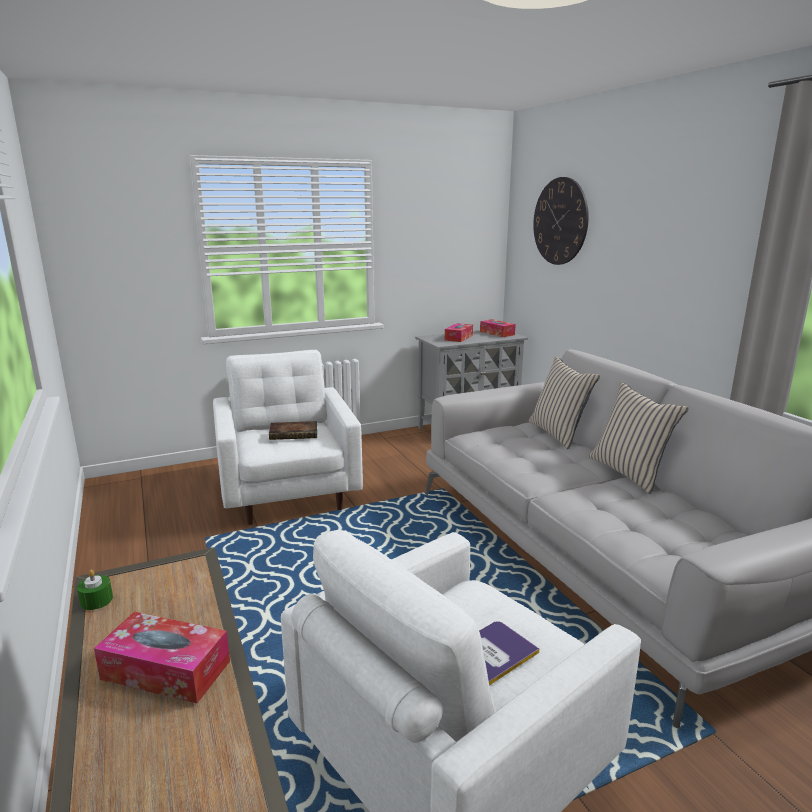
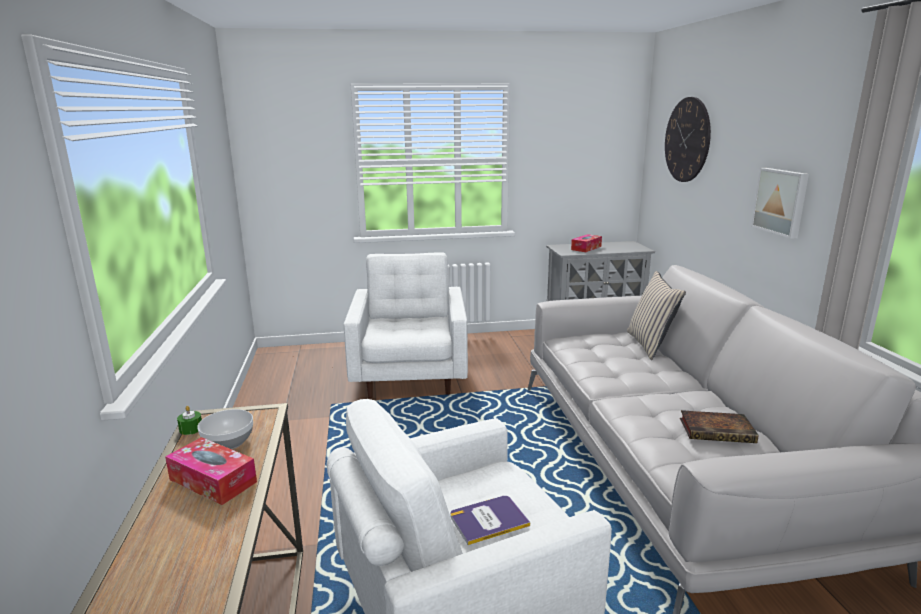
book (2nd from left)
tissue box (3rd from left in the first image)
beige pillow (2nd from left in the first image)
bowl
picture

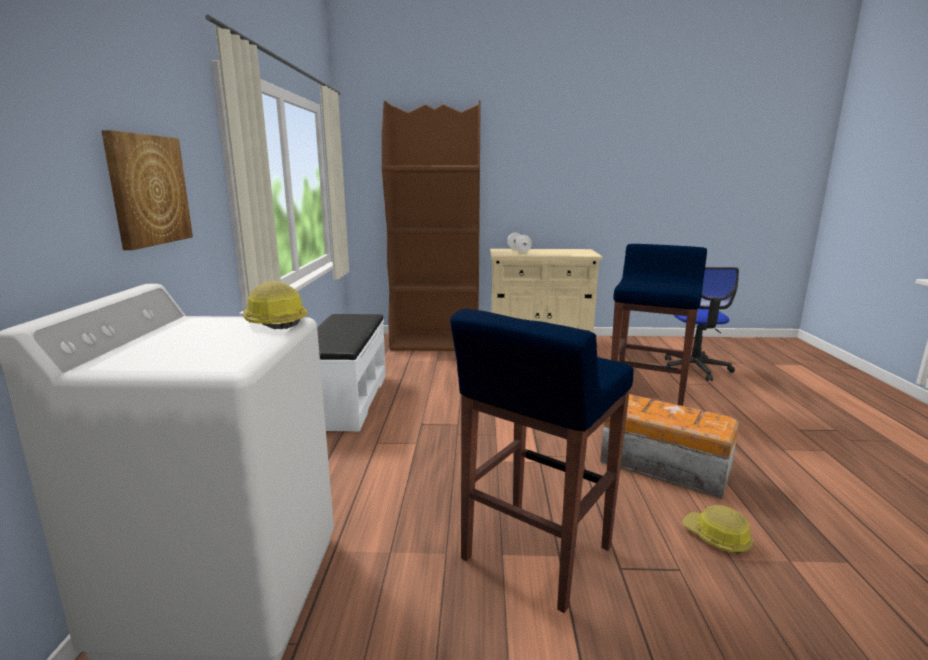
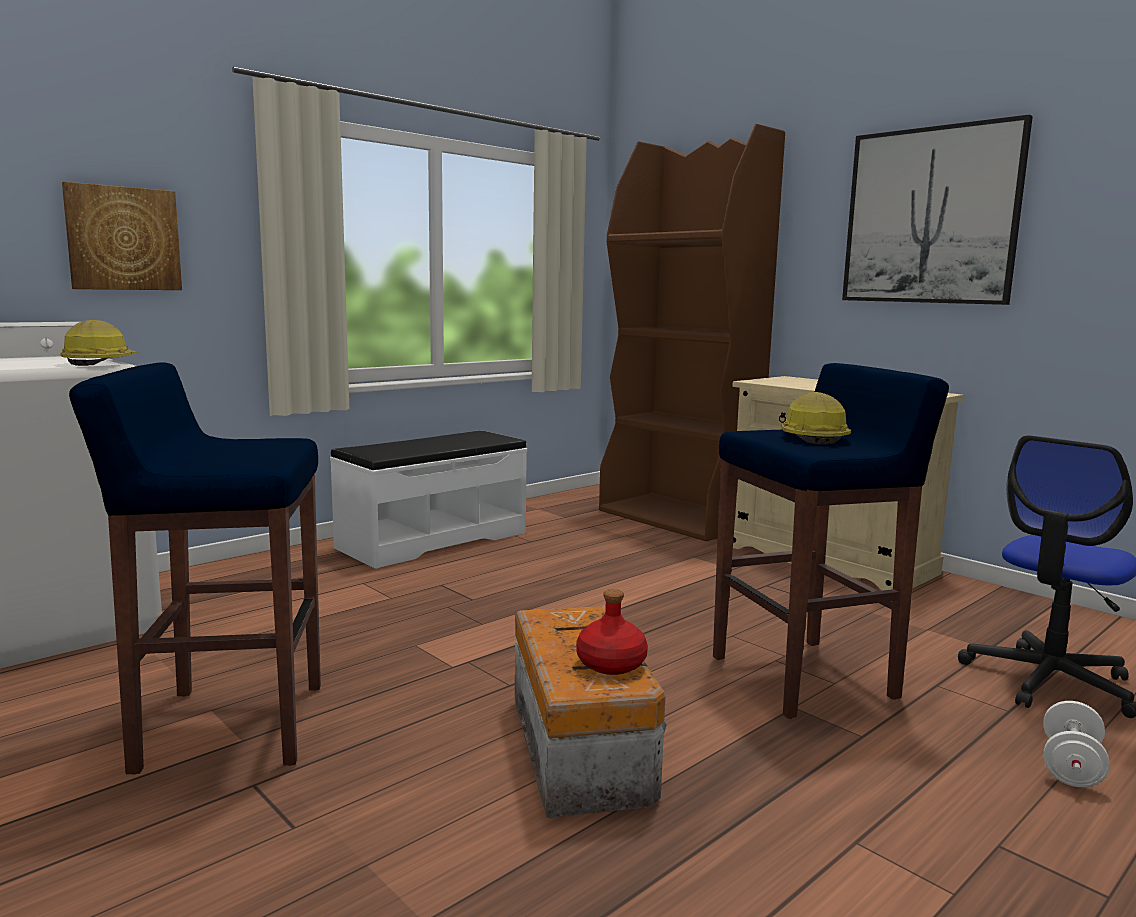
white dumbbell
hard hat (2nd from left)
red bottle
picture (2nd from left)

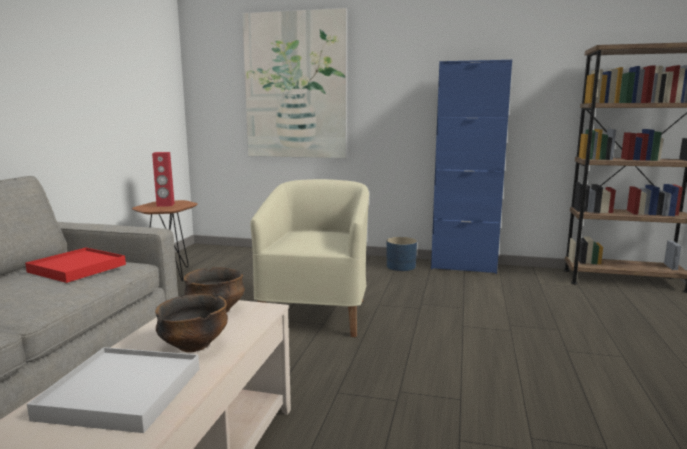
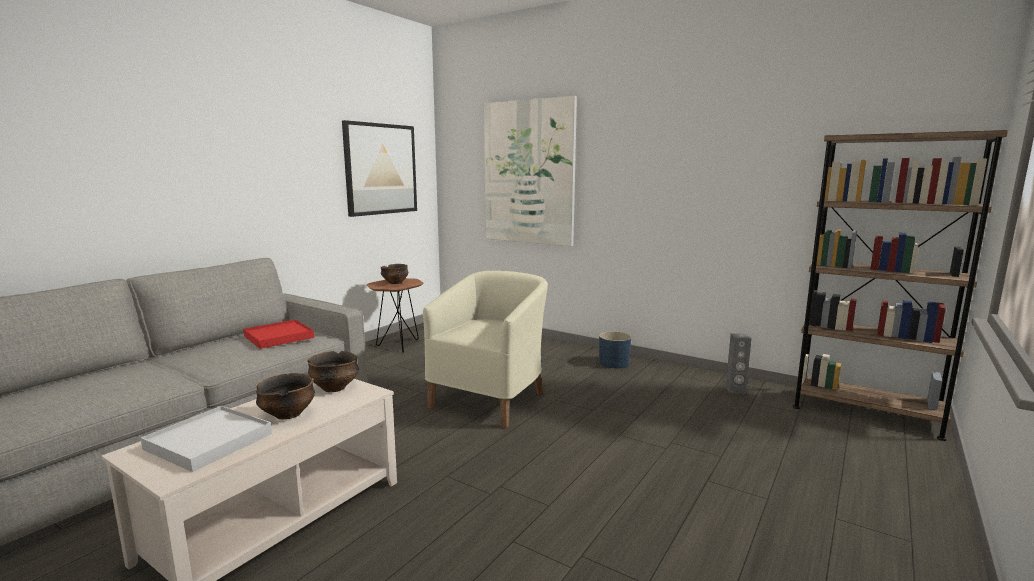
bowl (3rd from left)
blue cabinet
picture (1st from left)
grey speaker

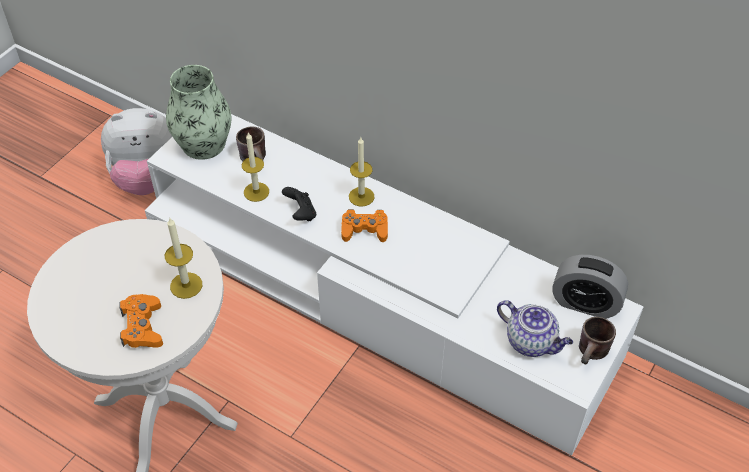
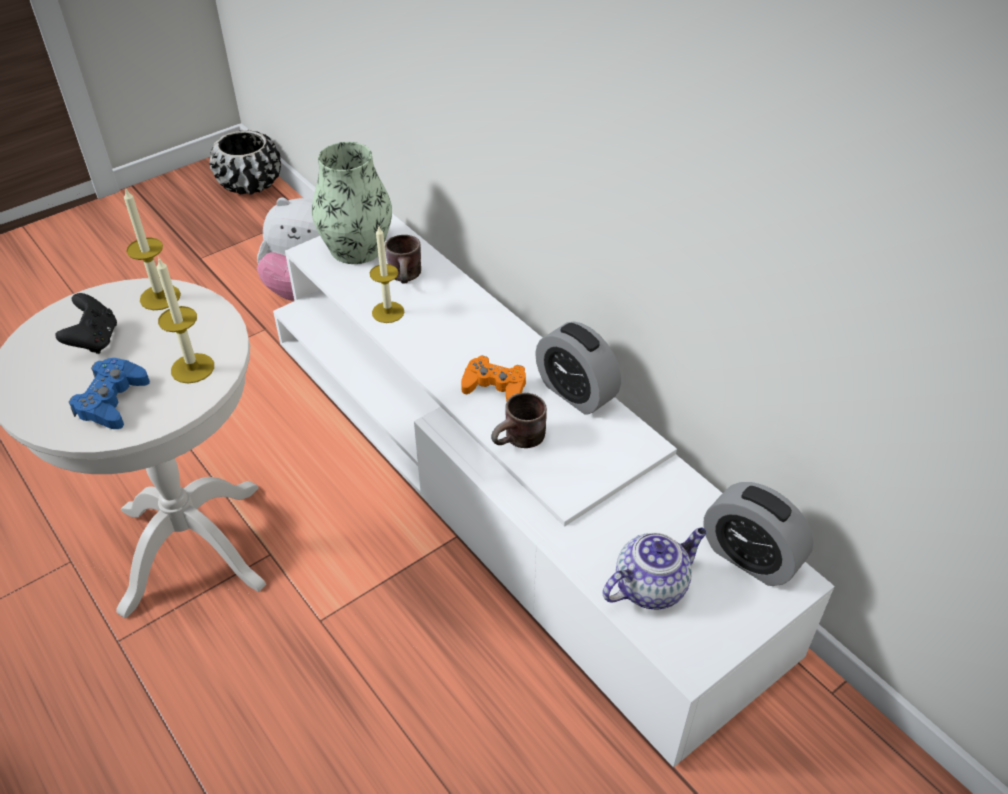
blue game controller
black game controller
candle (1st from left)
teapot
brown mug (2nd from left)
black planter
alarm clock (1st from left)

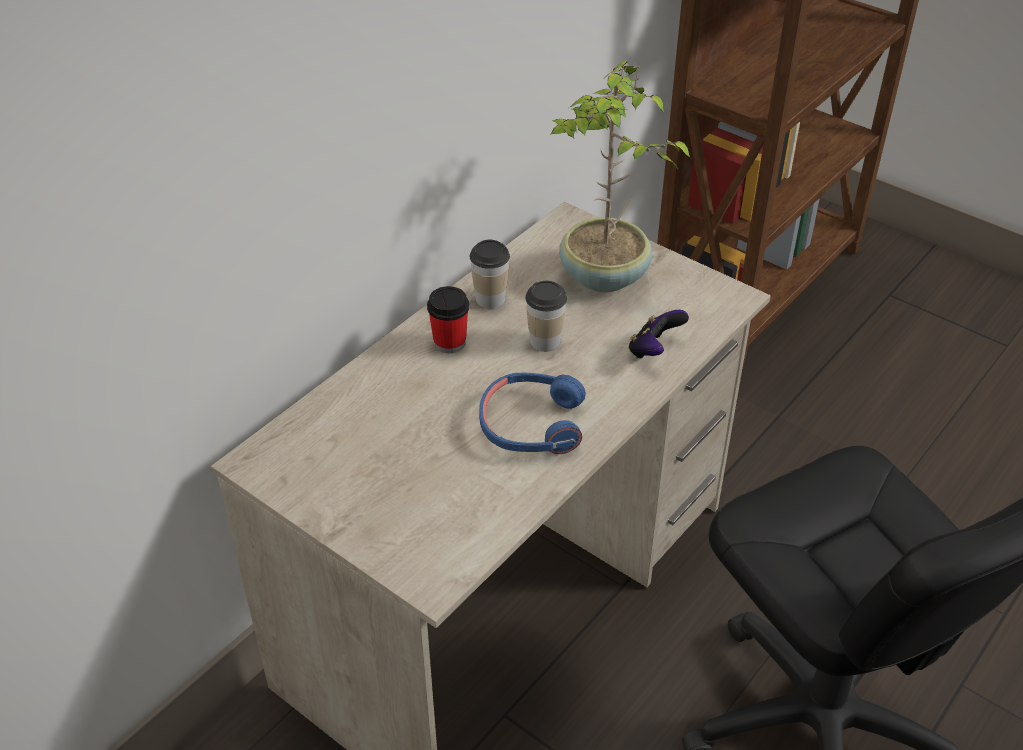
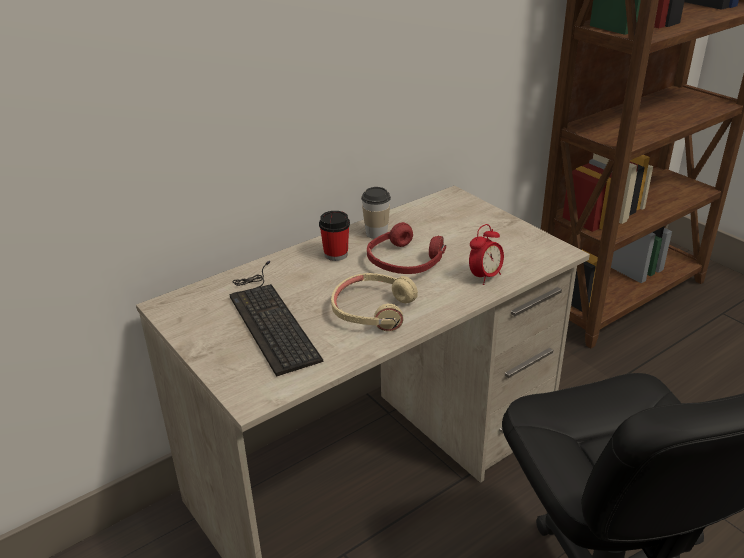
beige headphones
red headphones
potted plant
alarm clock
keyboard

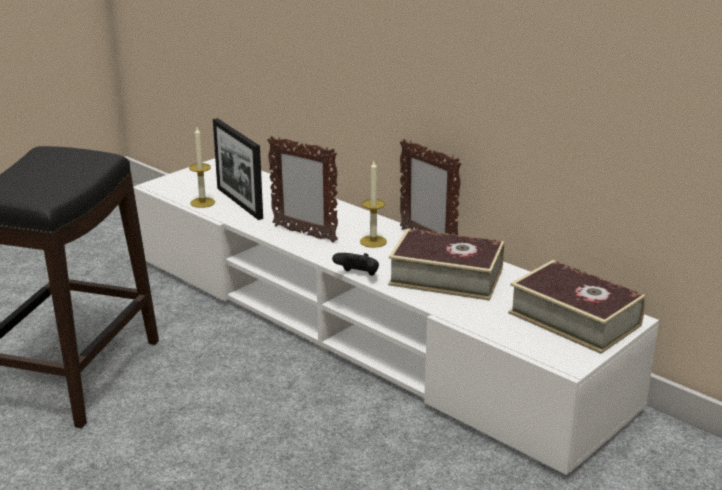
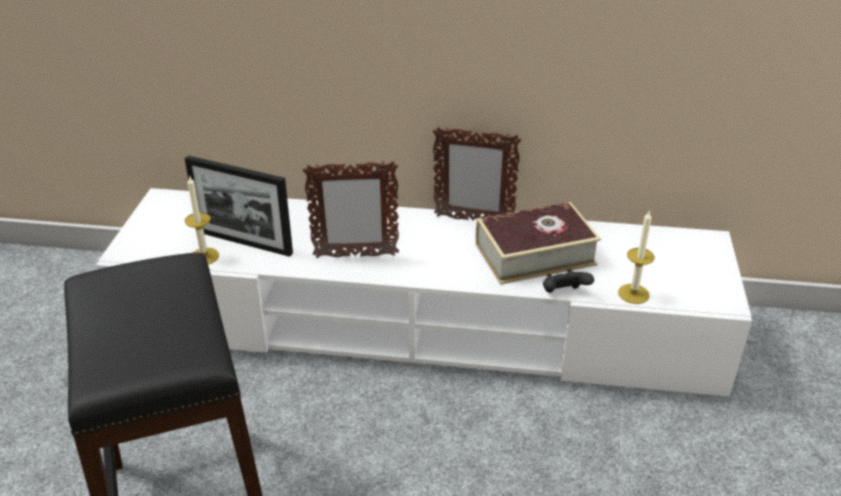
black game controller
candle (2nd from left)
book (2nd from left in the first image)

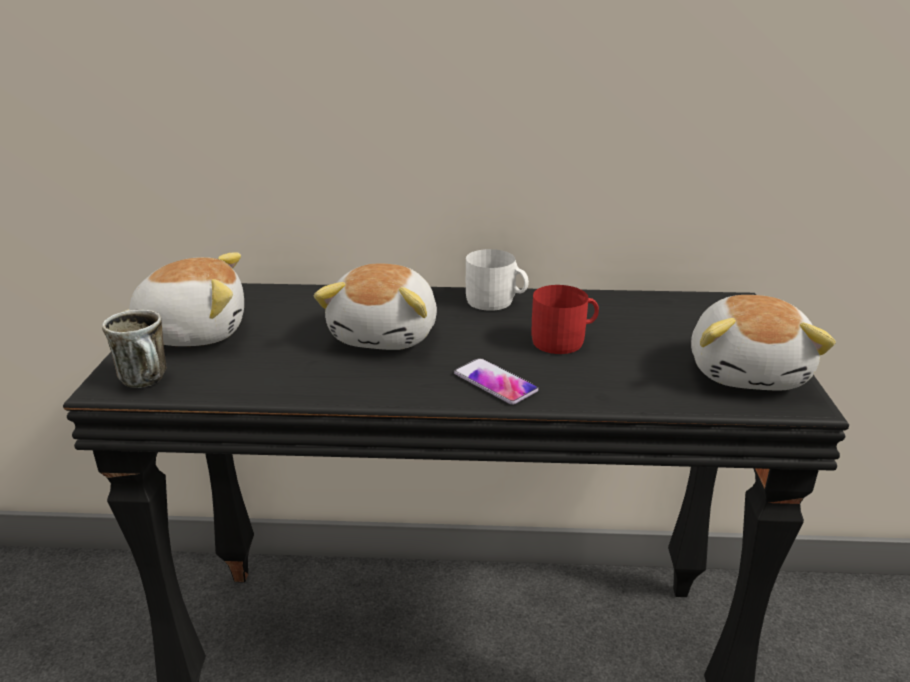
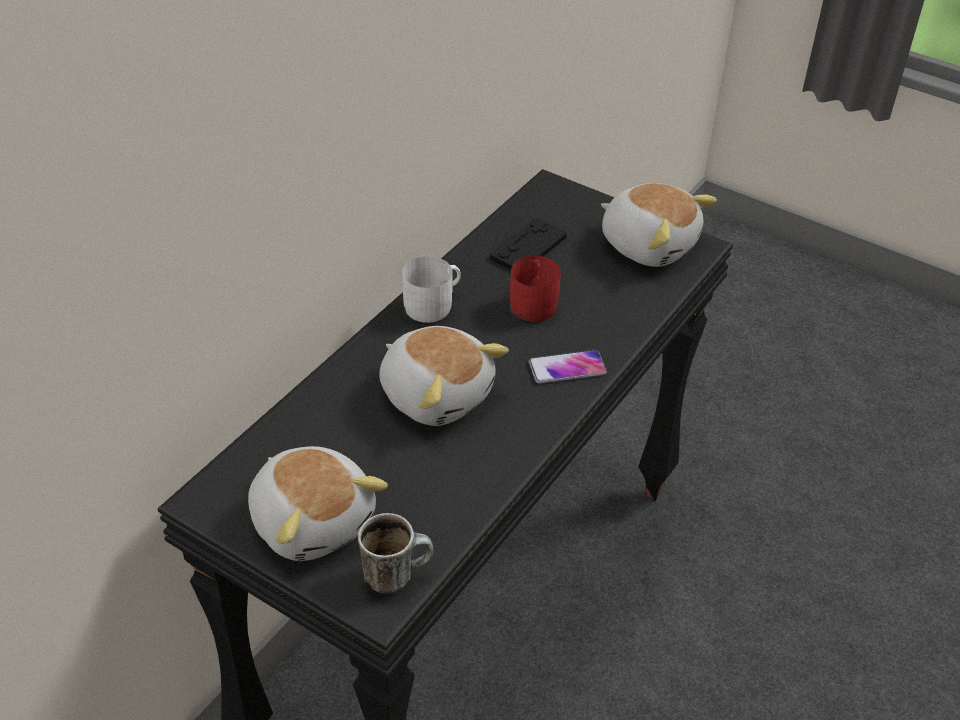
plush toy (1st from left)
black game controller

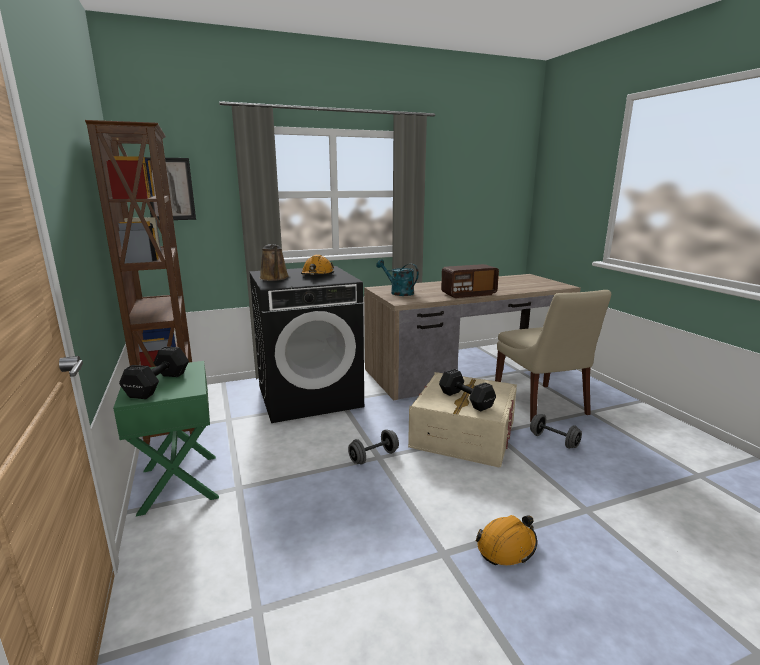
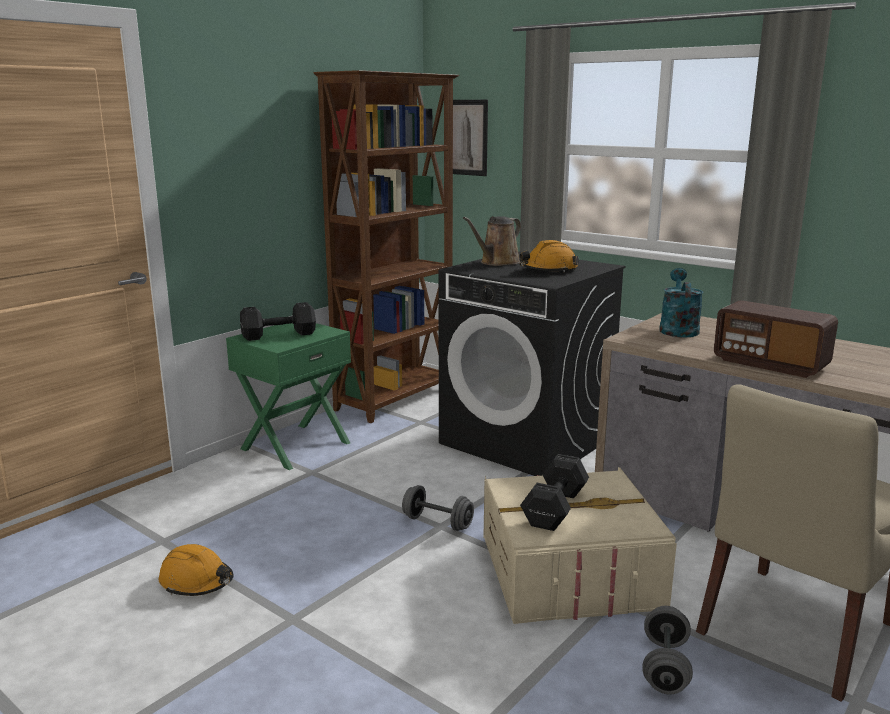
orange hard hat (1st from left)

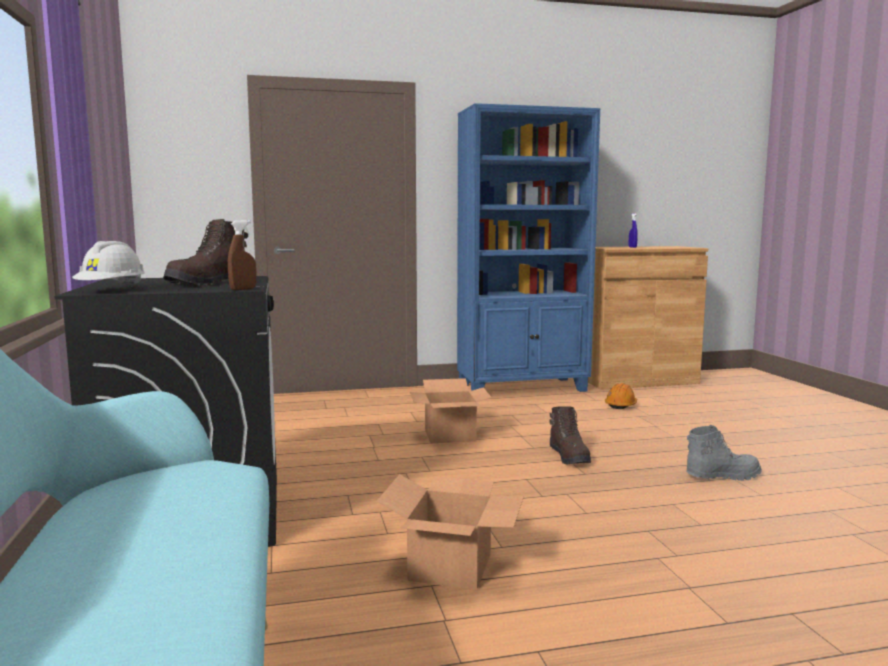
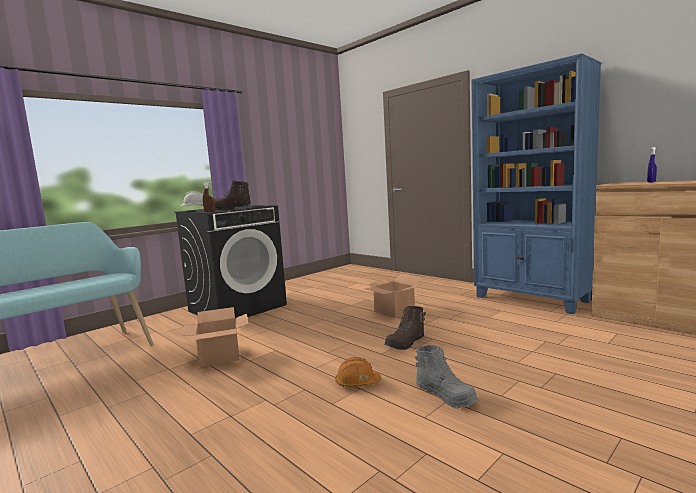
orange hard hat

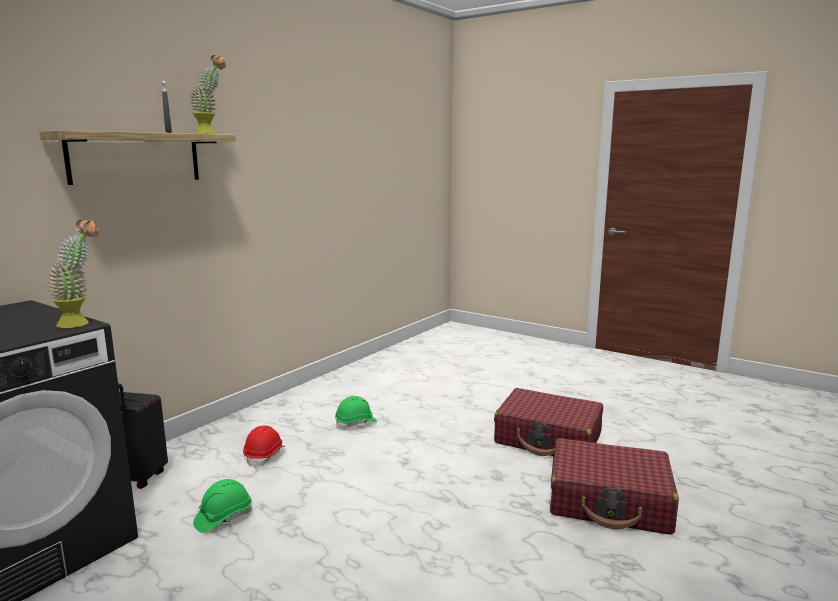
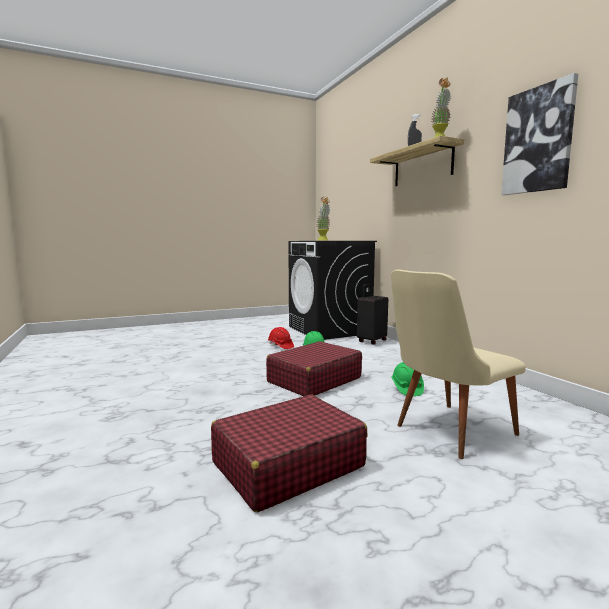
red hard hat
red suitcase (2nd from left)
beige chair
picture

